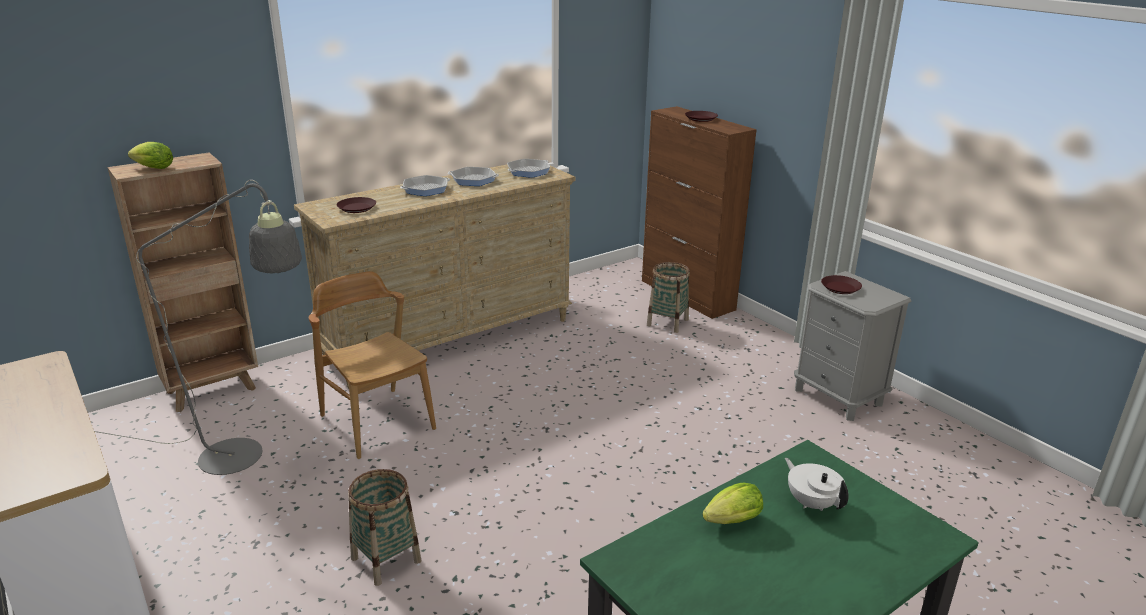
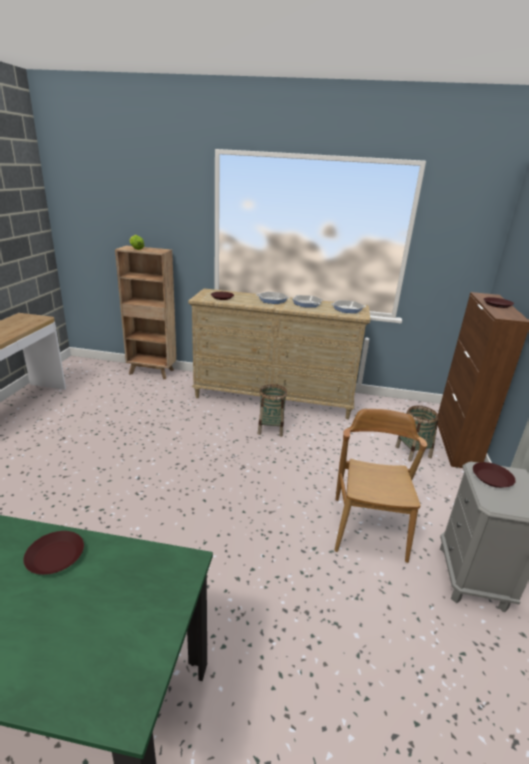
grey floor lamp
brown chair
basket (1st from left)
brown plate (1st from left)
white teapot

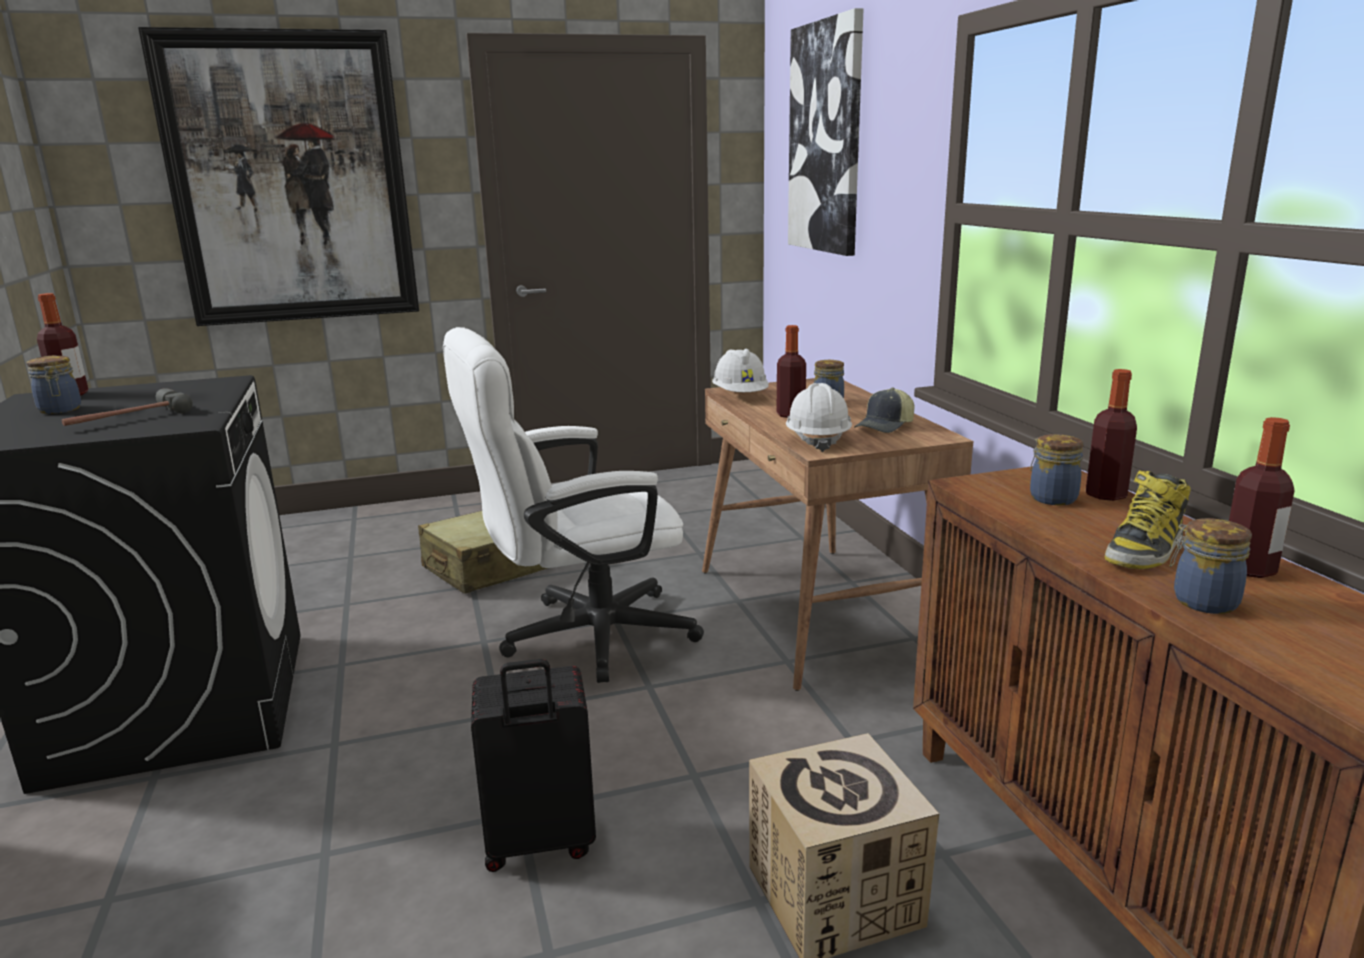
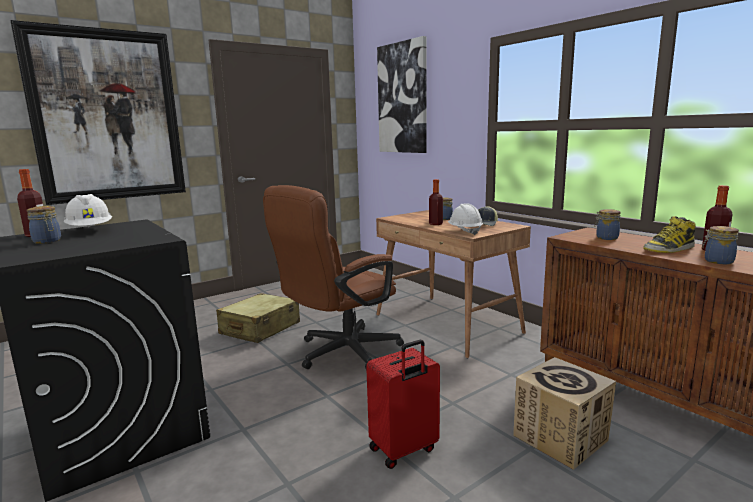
hammer
brown office chair
red suitcase
white hard hat (1st from left)
bottle (3rd from left in the first image)
boot

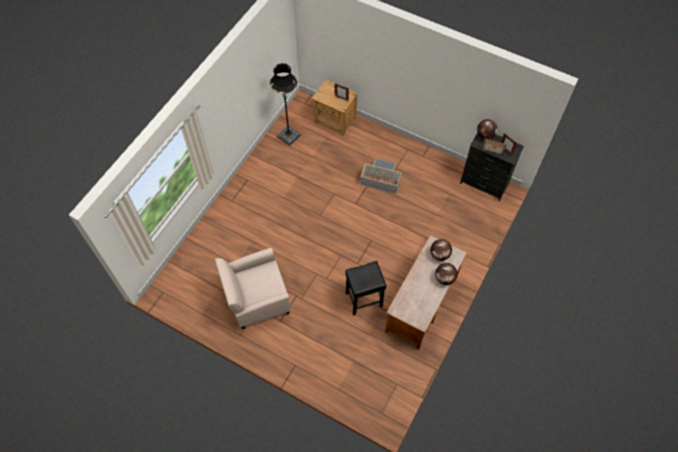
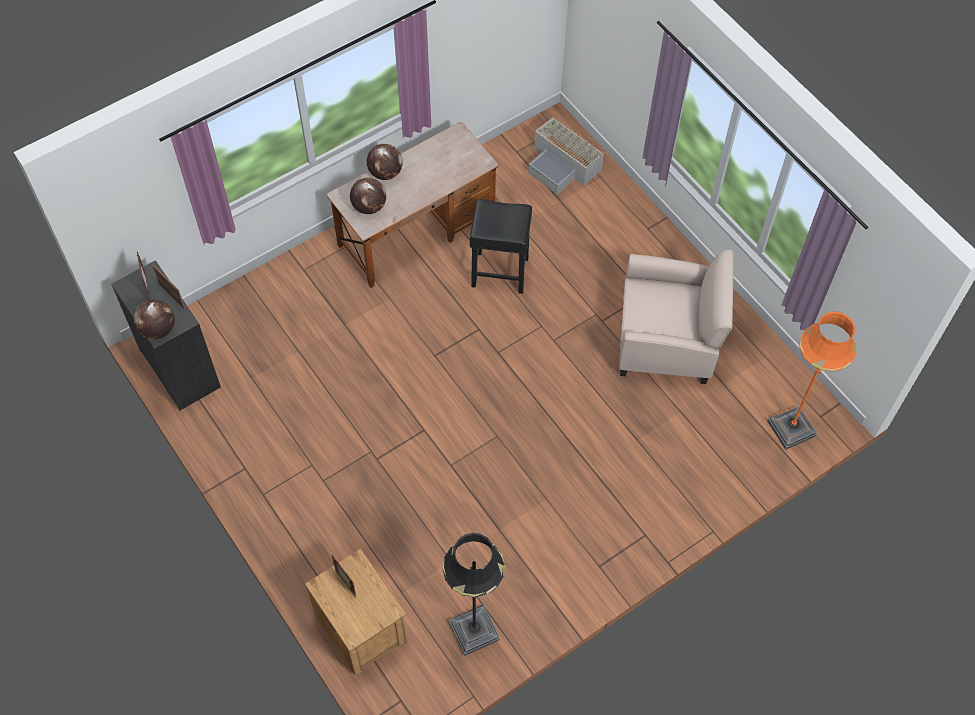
grey storage box
orange floor lamp

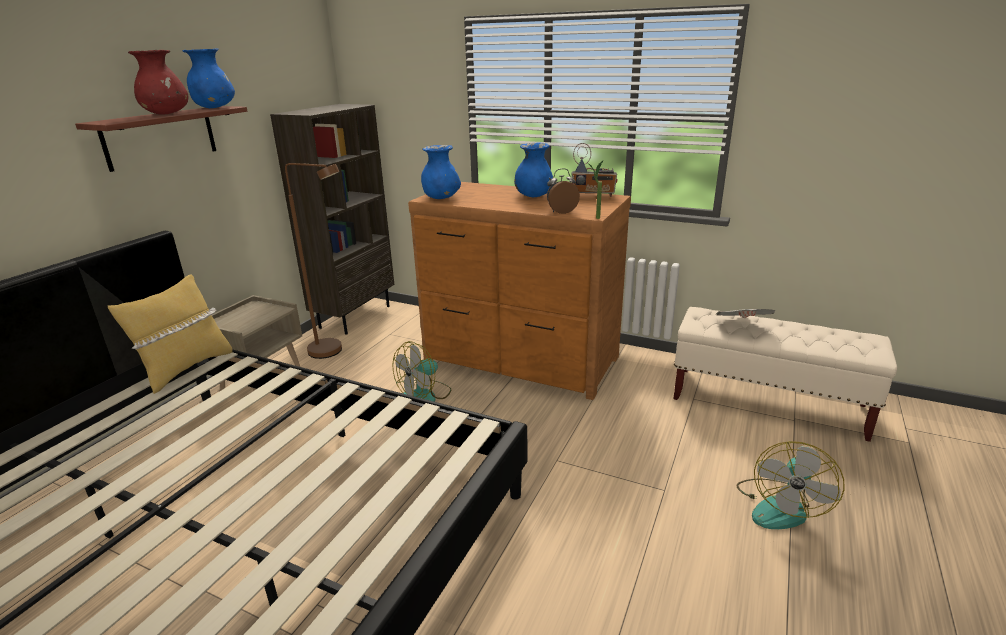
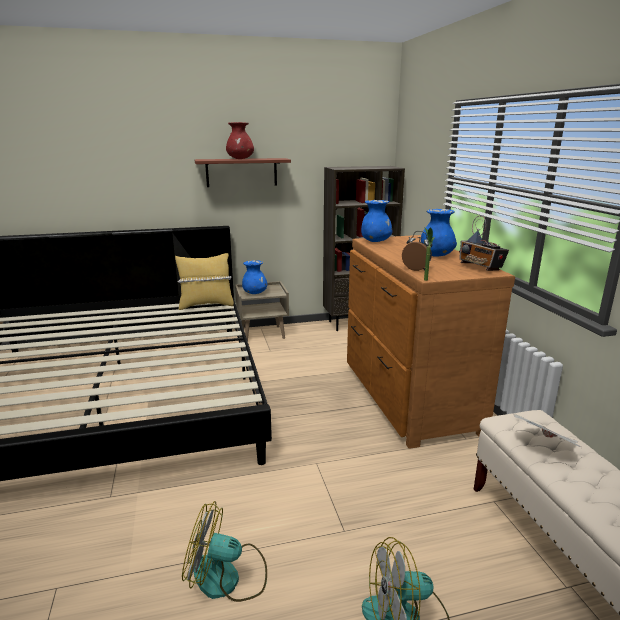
blue vase (1st from left)
brown floor lamp
fan (1st from left)

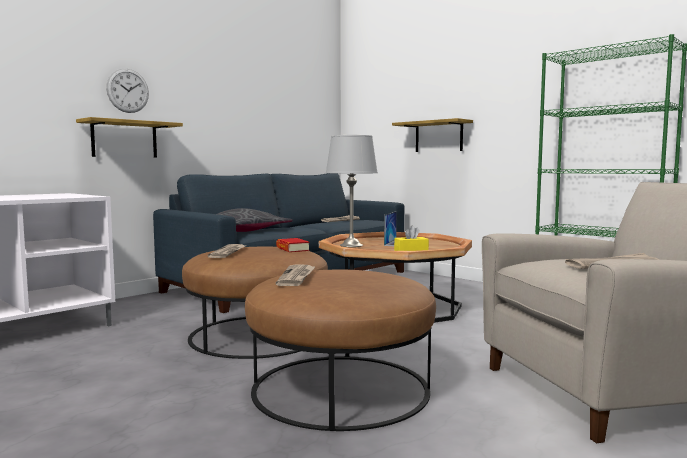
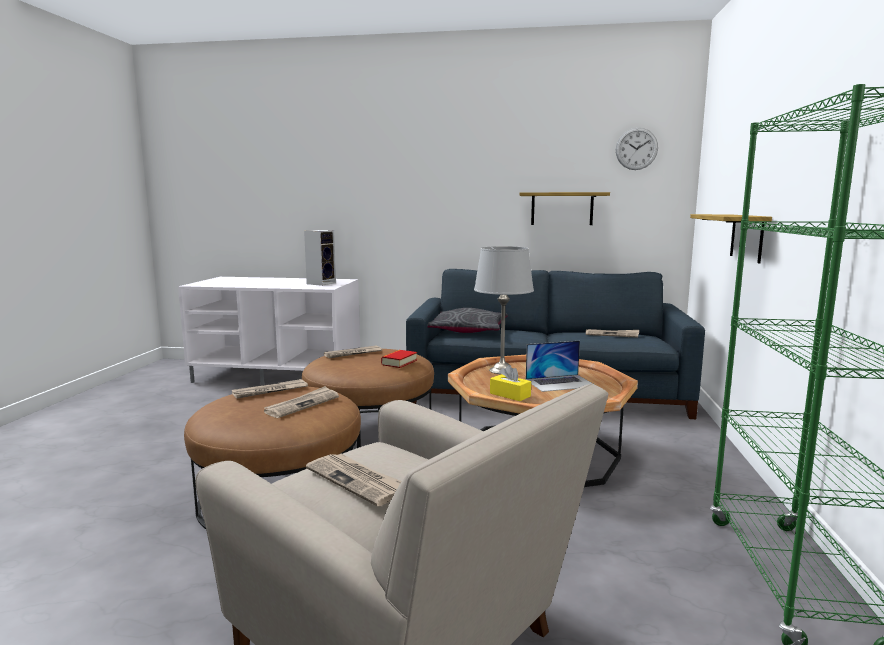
shelf (1st from left)
wall clock
newspaper (2nd from left)
speaker

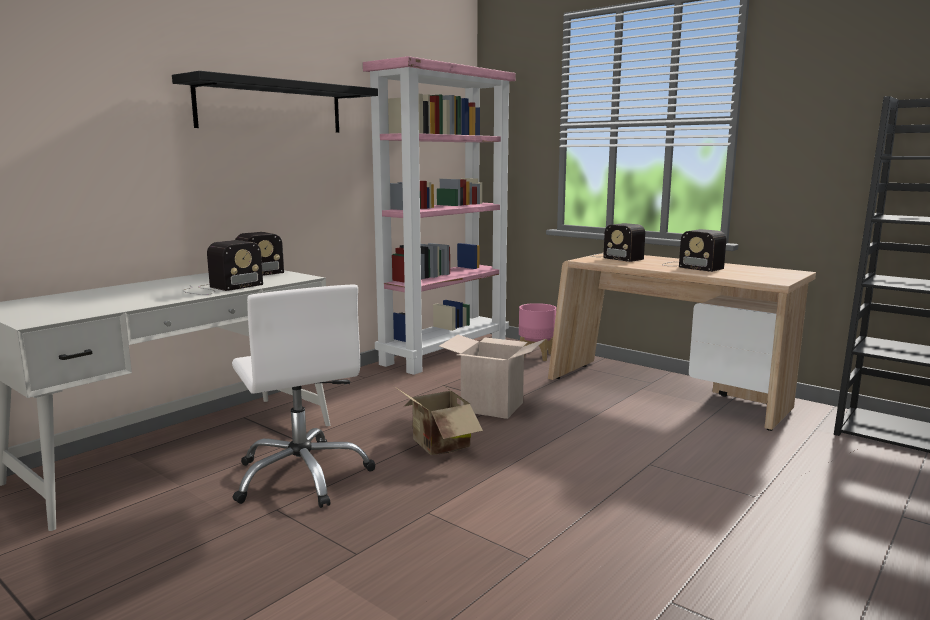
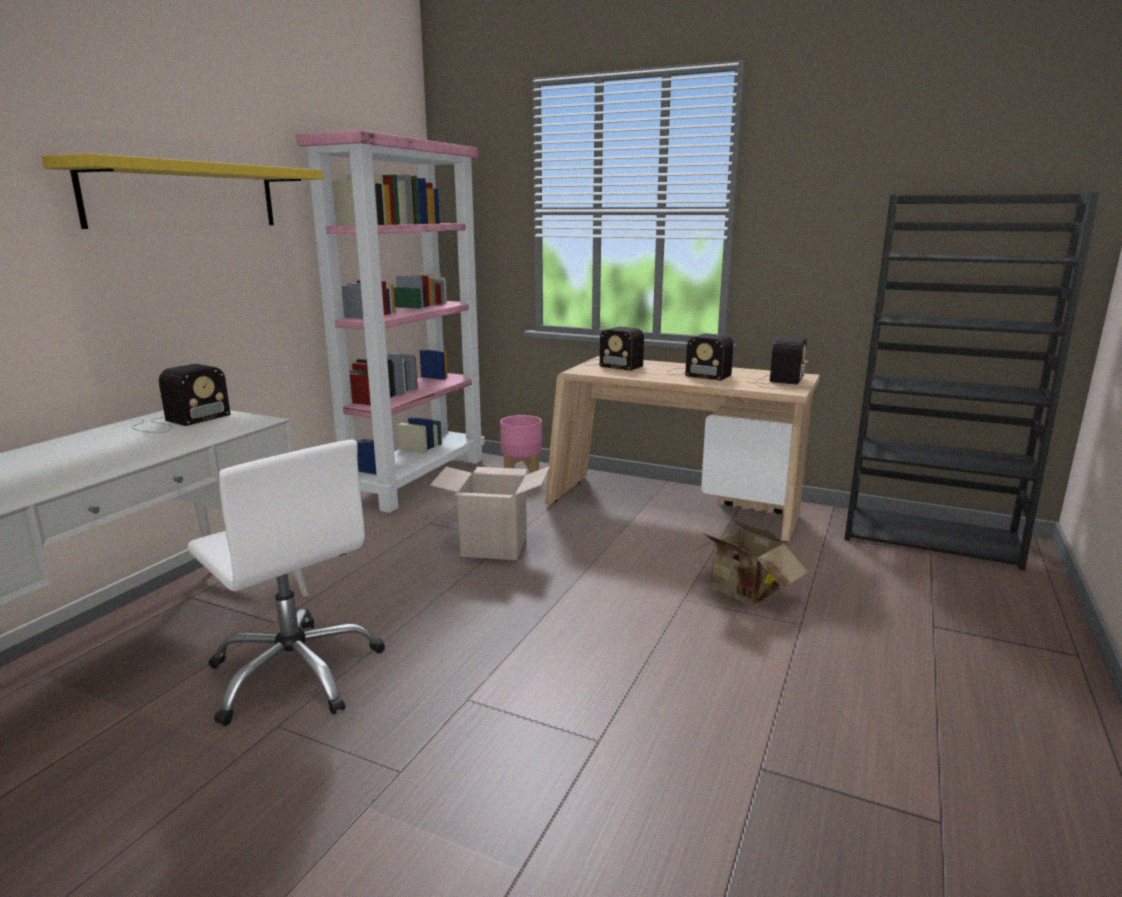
yellow shelf
radio (4th from left)
cardboard box (2nd from left)

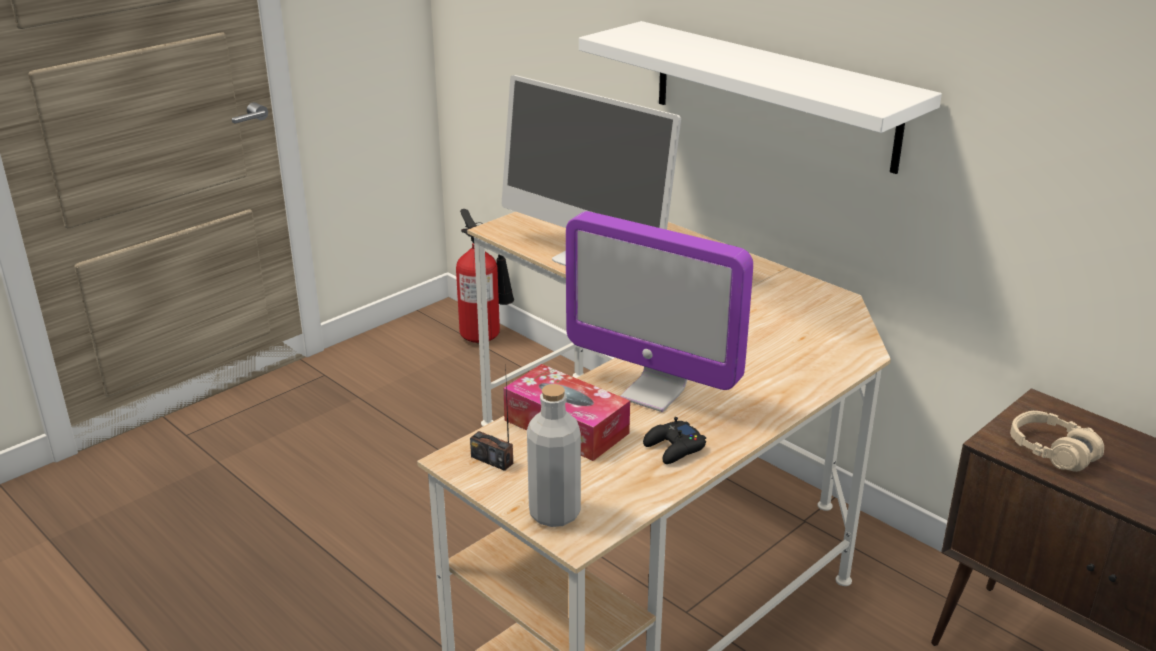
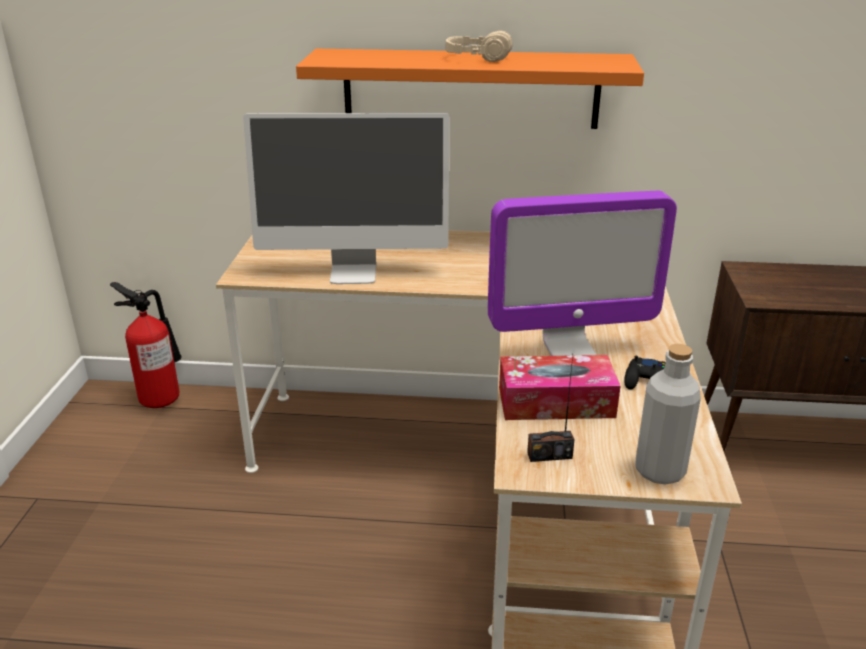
orange shelf
beige headphones

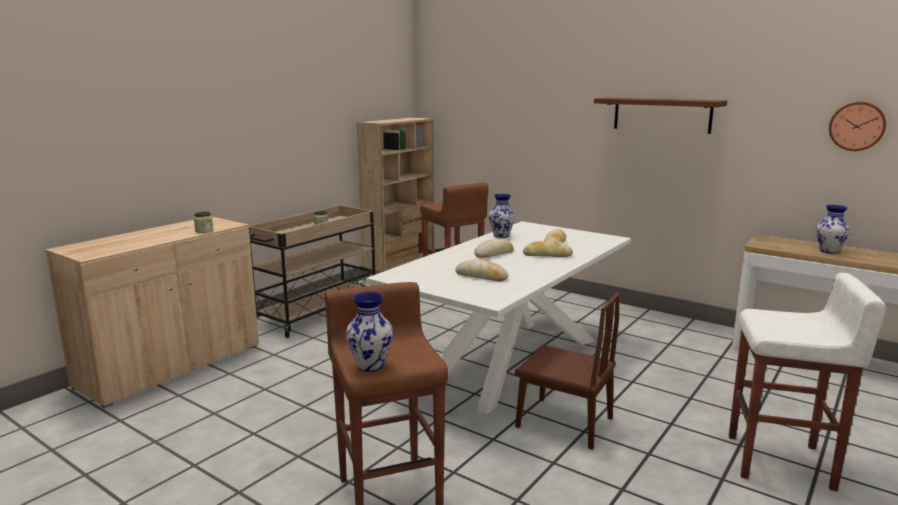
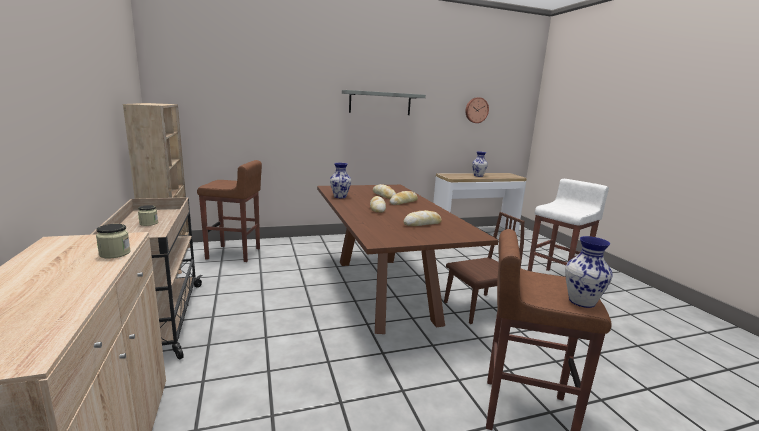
brown dining table
grey shelf

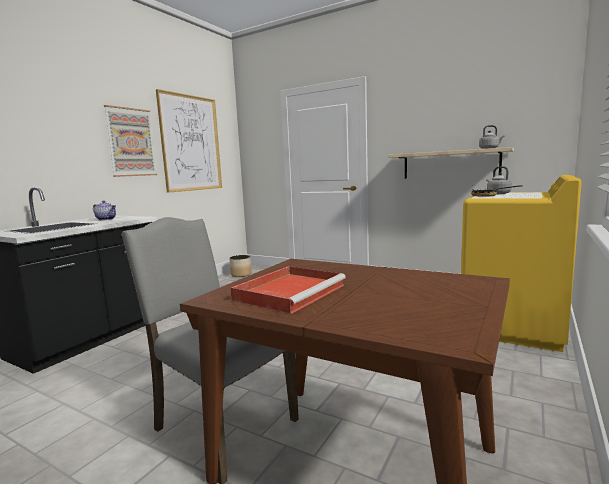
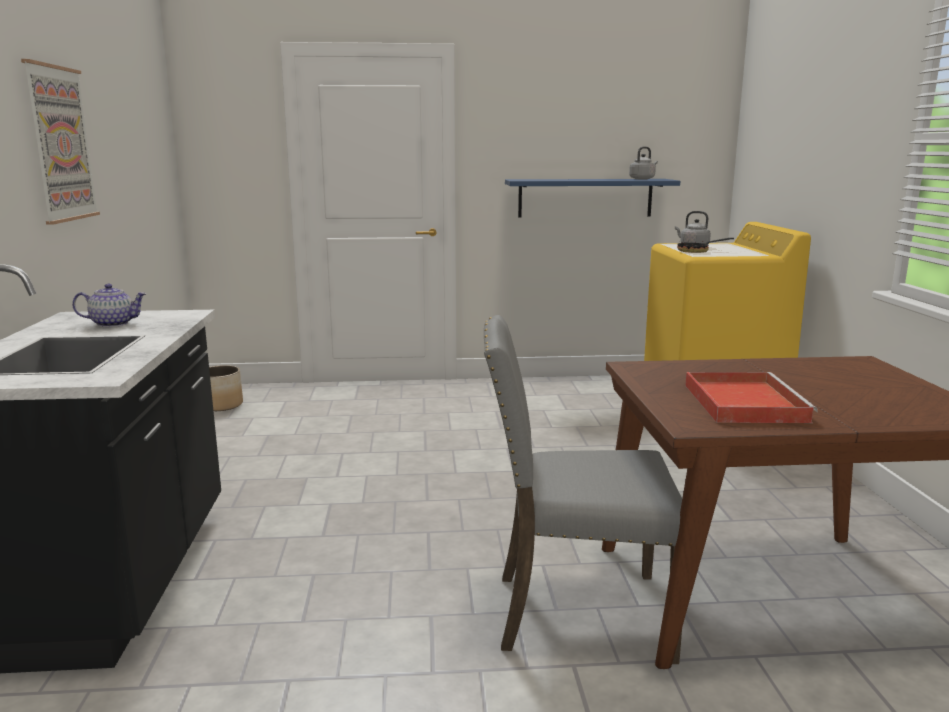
picture (2nd from left in the first image)
blue shelf

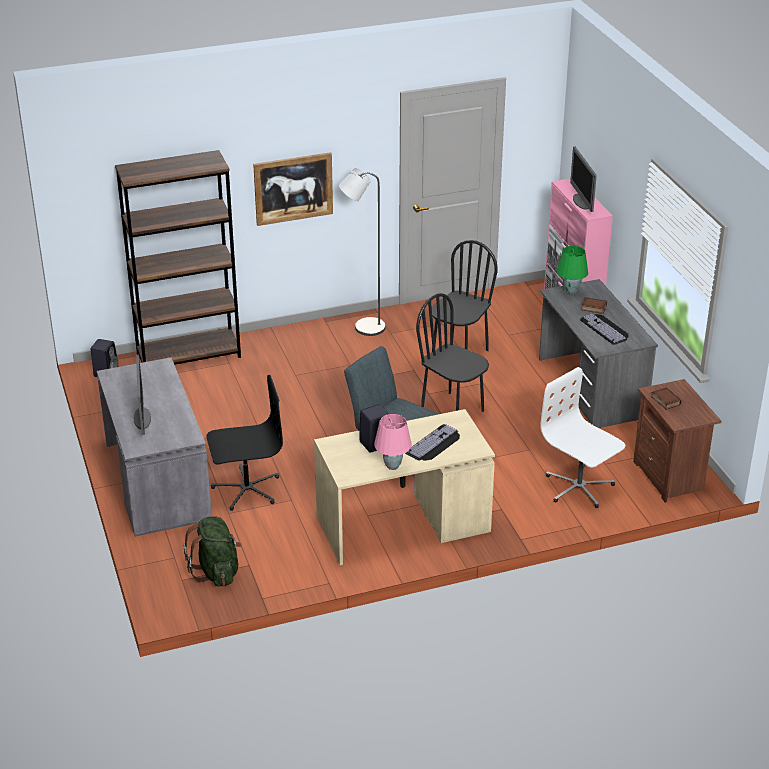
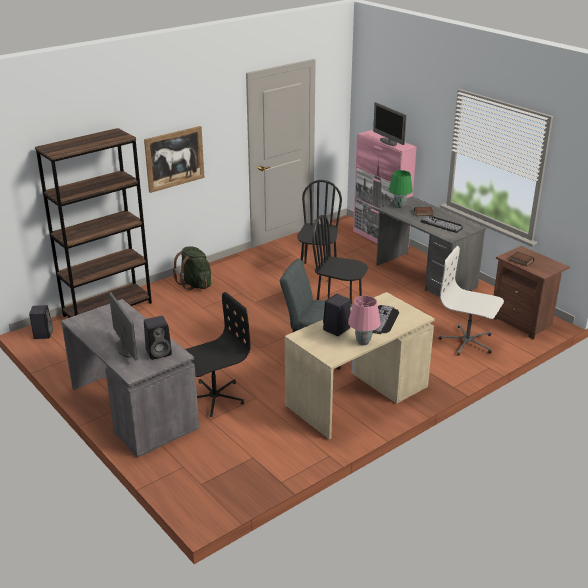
green backpack
grey floor lamp
black speaker (2nd from left)

